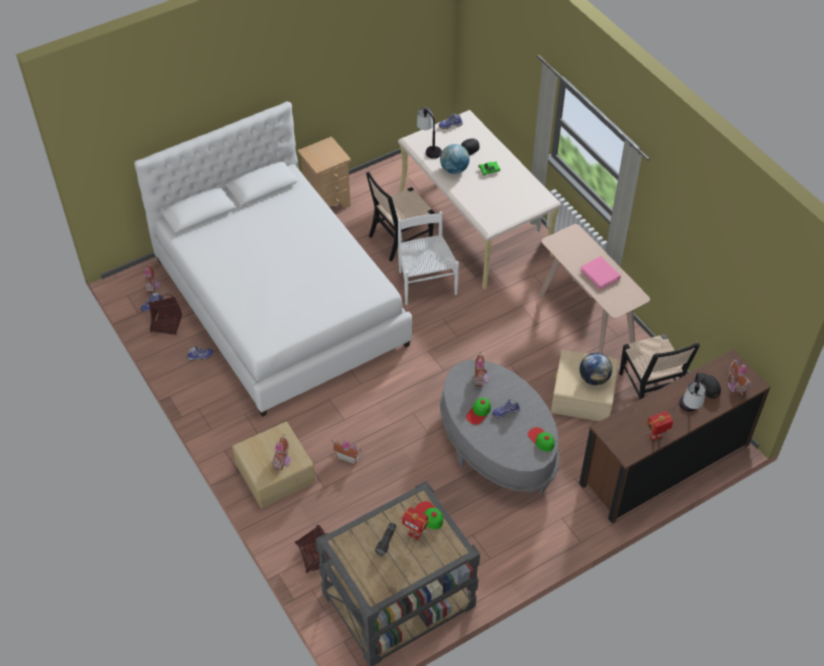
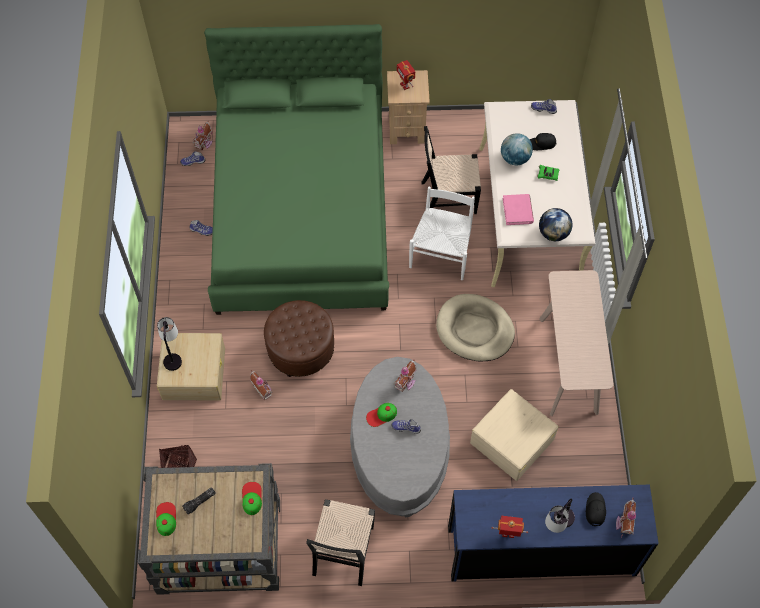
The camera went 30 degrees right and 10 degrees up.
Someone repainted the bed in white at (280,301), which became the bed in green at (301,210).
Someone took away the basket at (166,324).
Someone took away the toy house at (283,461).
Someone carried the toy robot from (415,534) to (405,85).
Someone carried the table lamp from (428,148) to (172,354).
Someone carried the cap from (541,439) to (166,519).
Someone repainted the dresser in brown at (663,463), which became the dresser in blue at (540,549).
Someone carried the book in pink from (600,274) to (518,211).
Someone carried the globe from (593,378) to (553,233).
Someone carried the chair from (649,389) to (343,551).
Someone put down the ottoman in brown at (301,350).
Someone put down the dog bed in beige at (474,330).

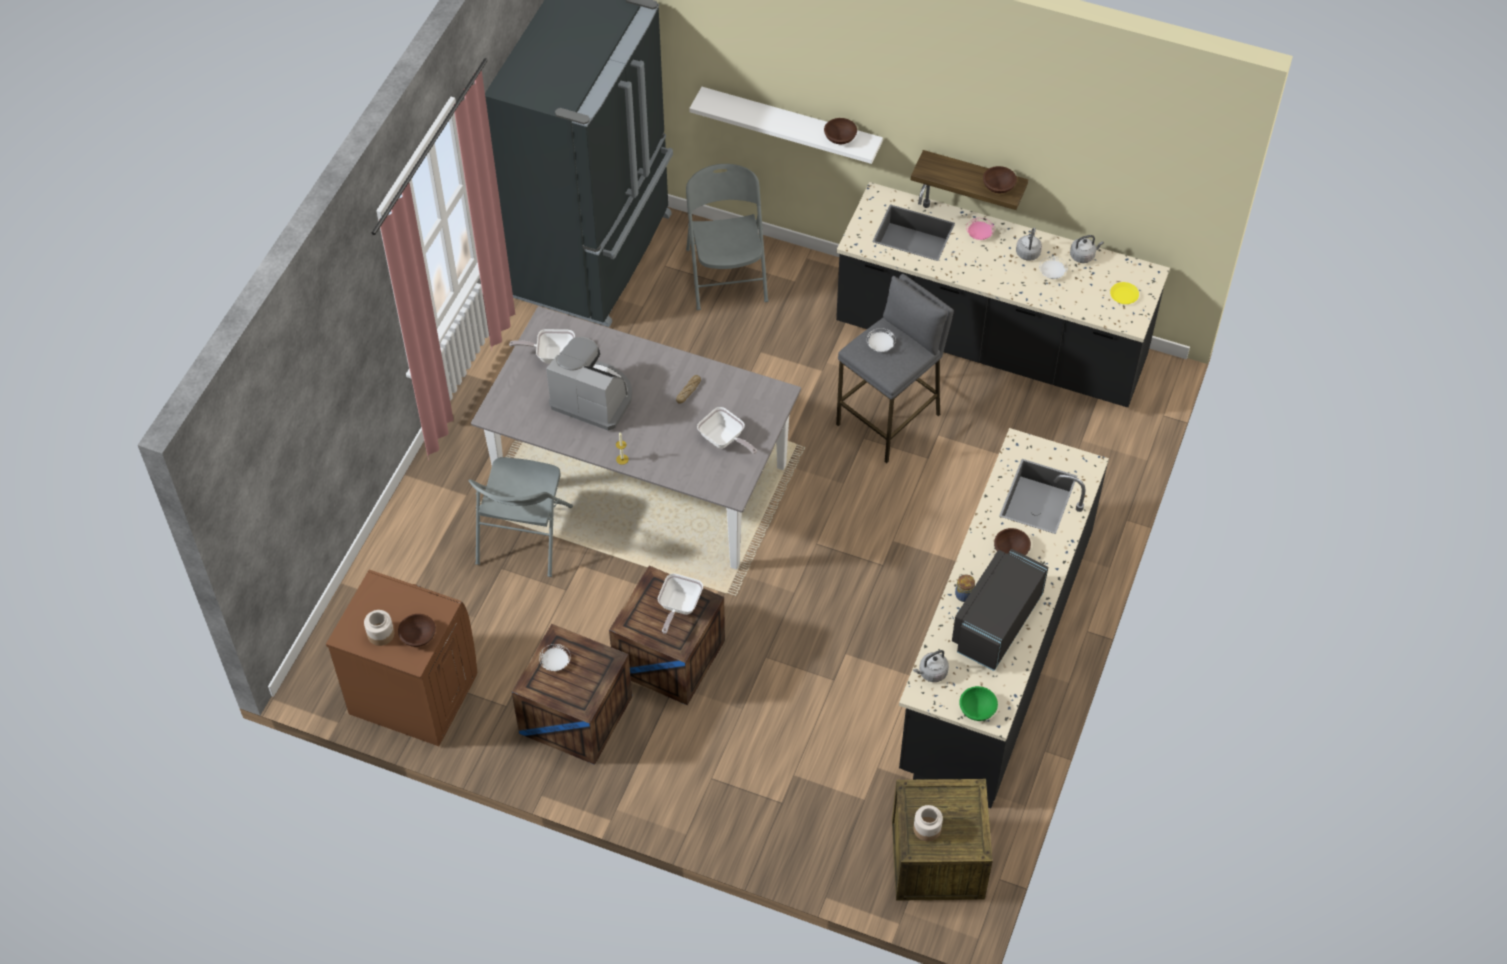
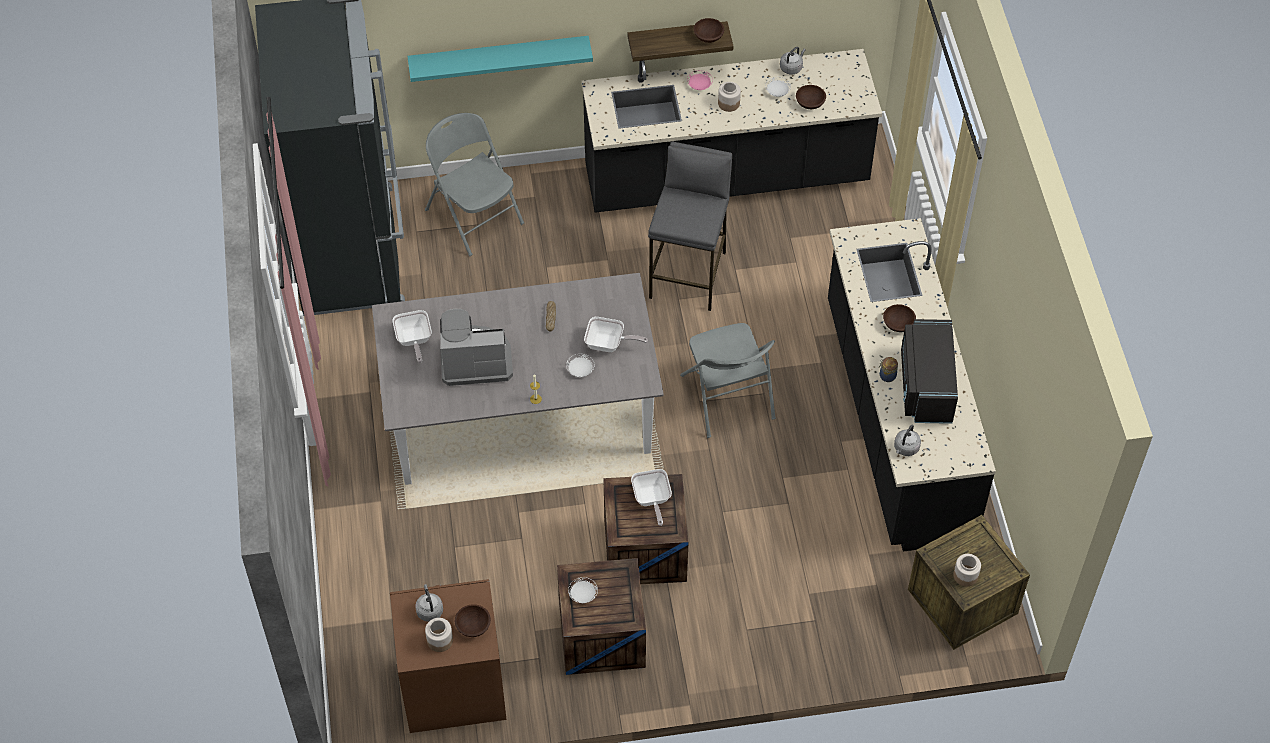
The camera went 30 degrees left and 0 degrees up.
Someone carried the chair in grey from (524,535) to (727,397).
Someone rotated the frying pan at (551,355) by 75 degrees counterclockwise.
Someone repainted the shelf in white at (791,124), which became the shelf in turquoise at (499,57).
Someone carried the bowl in brown from (840,137) to (809,102).
Someone carried the plate in white from (880,345) to (580,370).
Someone took away the bowl in green at (976,709).
Someone carried the kettle in grey from (1028,252) to (429,610).
Someone took away the plate in yellow at (1124,295).
Someone put down the jar at (728,103).

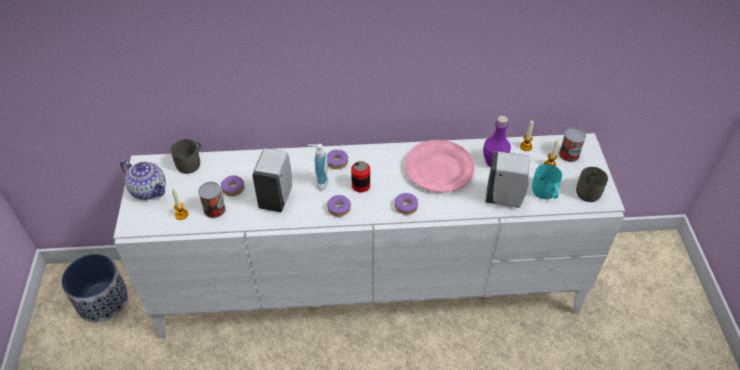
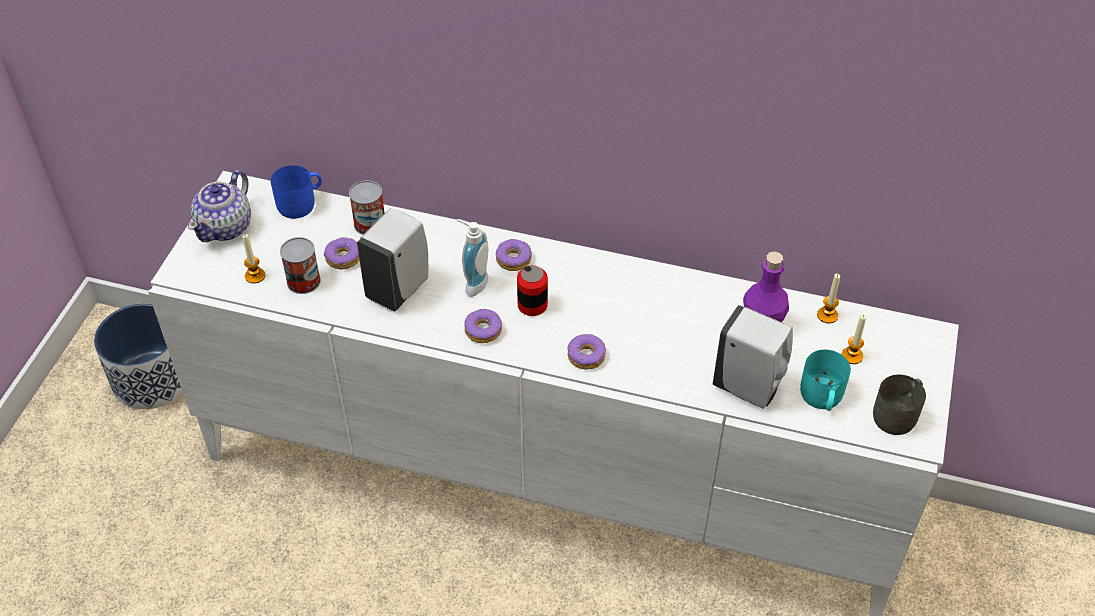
The camera went 20 degrees right and 0 degrees up.
Someone rotated the teapot at (148,189) by 60 degrees clockwise.
Someone repainted the mug in grey at (191,163), which became the mug in blue at (301,203).
Someone took away the plate in pink at (438,169).
Someone carried the can from (569,154) to (370,224).

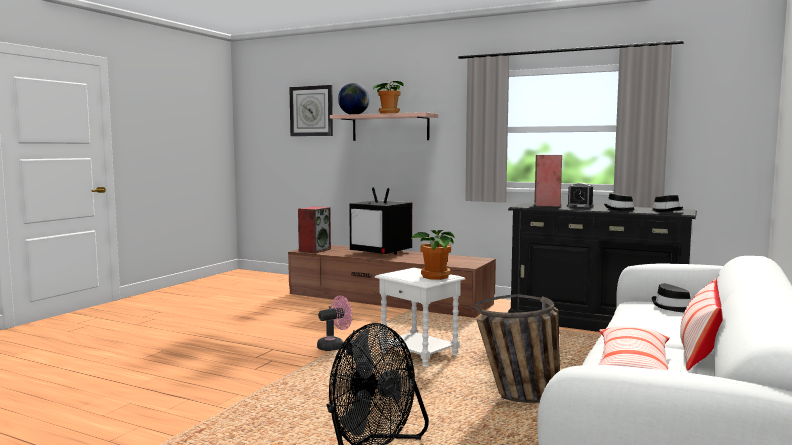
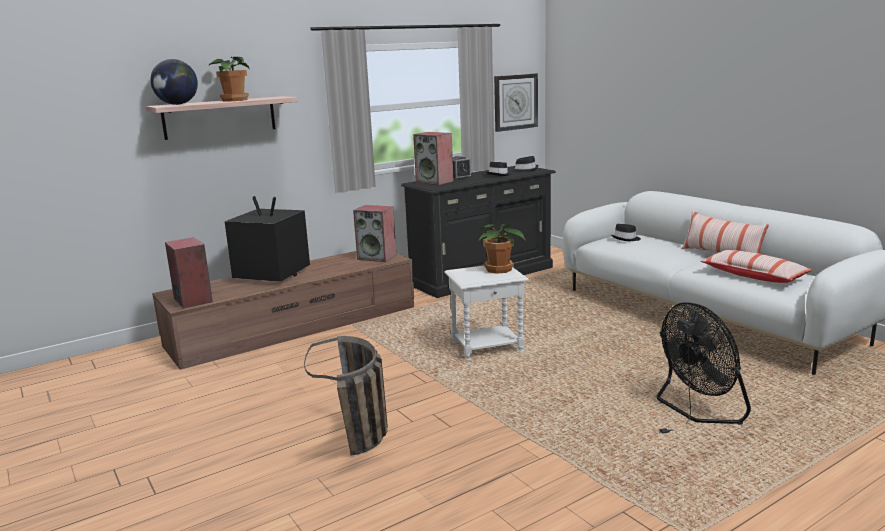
The camera went 60 degrees left and 10 degrees up.
Someone carried the wall clock from (311,111) to (515,102).
Someone took away the fan in pink at (334,346).
Someone rotated the television at (382,252) by 135 degrees counterclockwise.
Someone carried the basket from (521,398) to (361,444).
Someone put down the speaker at (377,257).

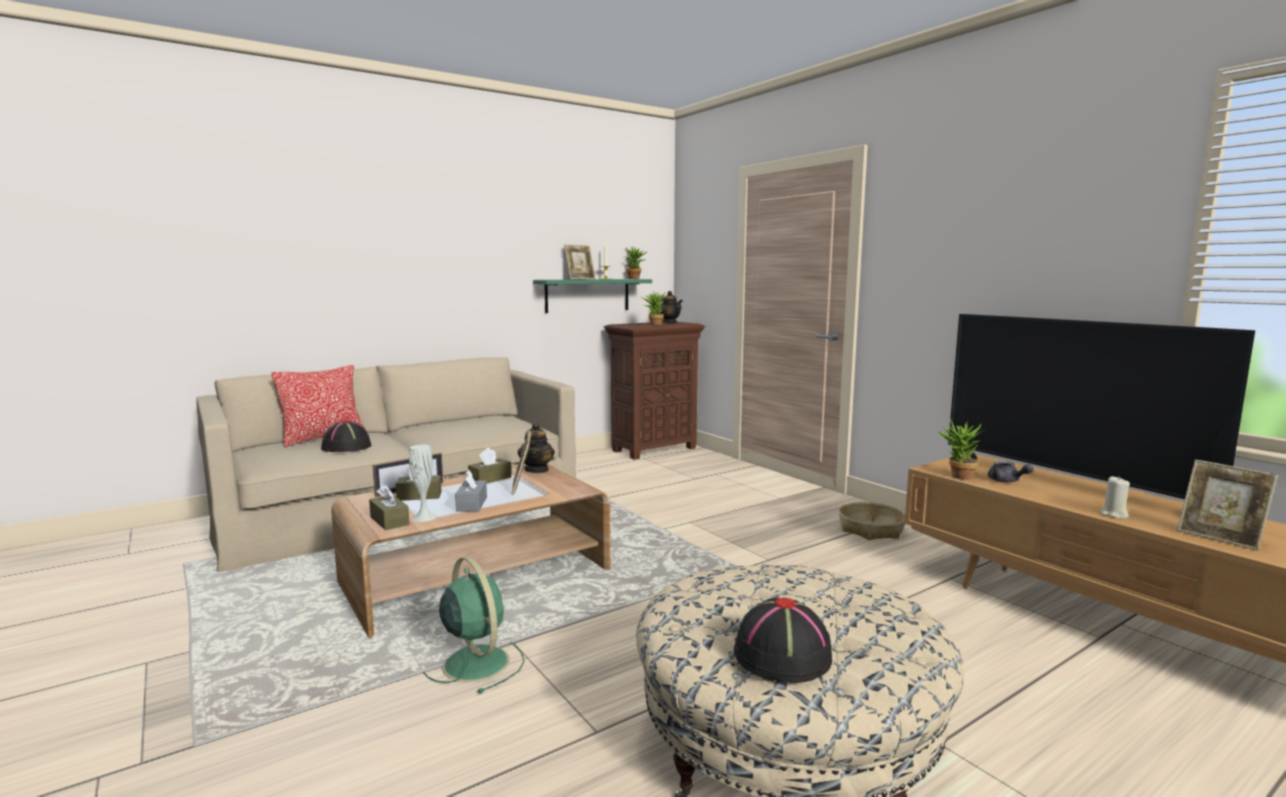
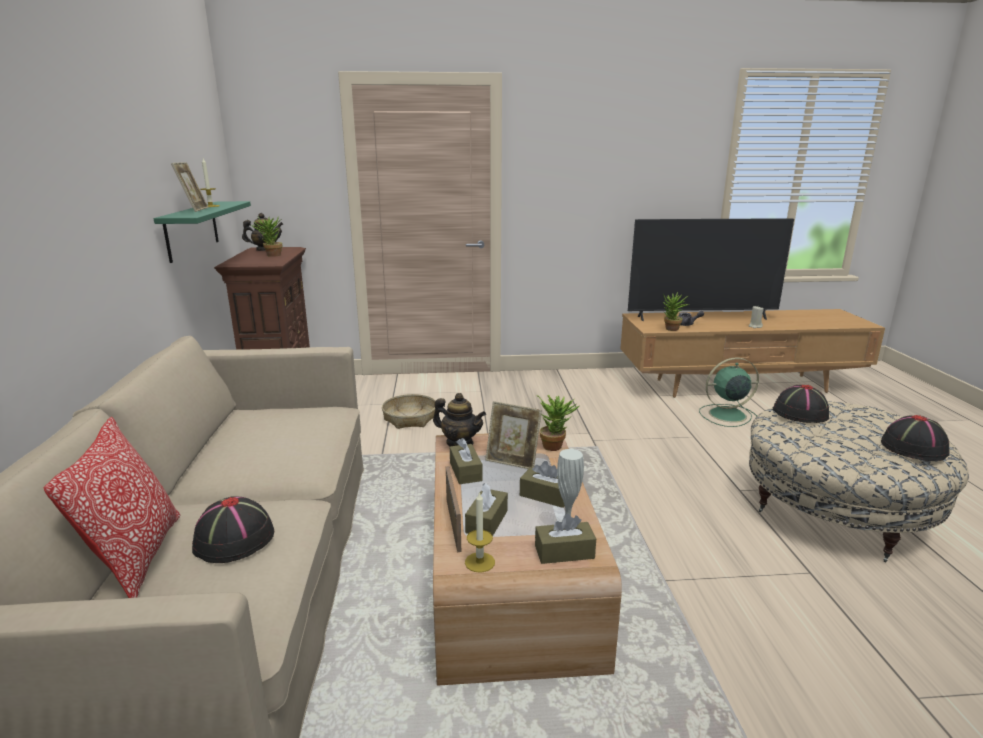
The camera went 60 degrees left and 10 degrees up.
Someone carried the fan in green from (474,662) to (725,415).
Someone repainted the tissue box in grey at (472,504), which became the tissue box in brown at (545,495).
Someone carried the potted plant from (636,278) to (555,445).
Someone carried the basket from (871,529) to (410,418).
Someone took away the picture frame at (1220,538).
Someone put down the candle at (479,562).
Someone put down the hat in black at (799,413).

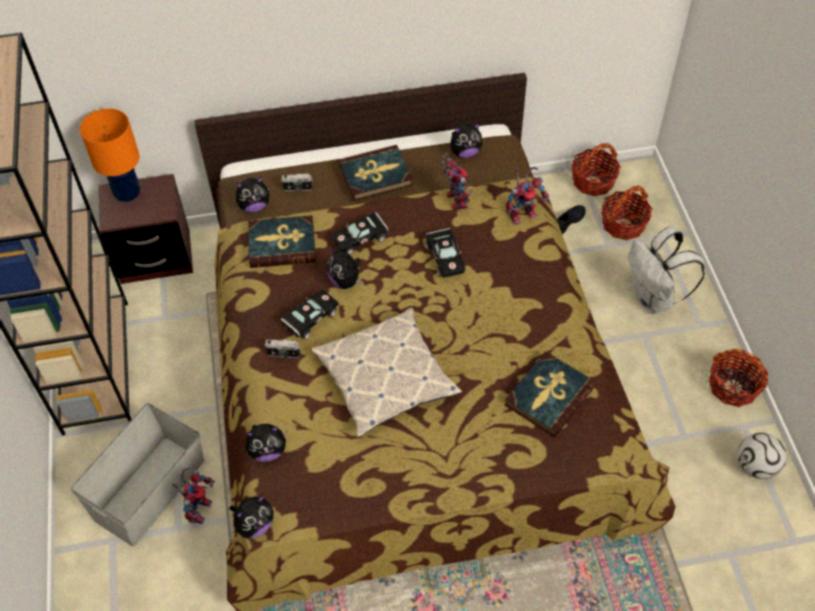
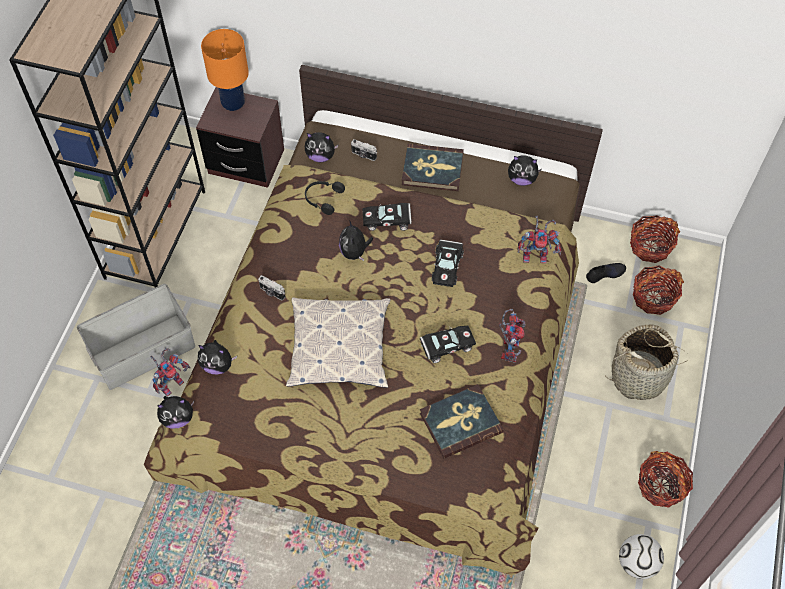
The camera went 25 degrees right and 5 degrees up.
Someone swapped the book at (282,244) for the headphones in black at (323,199).
Someone carried the toy car in black from (309,320) to (445,346).
Someone carried the toy robot from (454,199) to (508,348).
Someone swapped the backpack in white at (654,298) for the basket at (639,376).

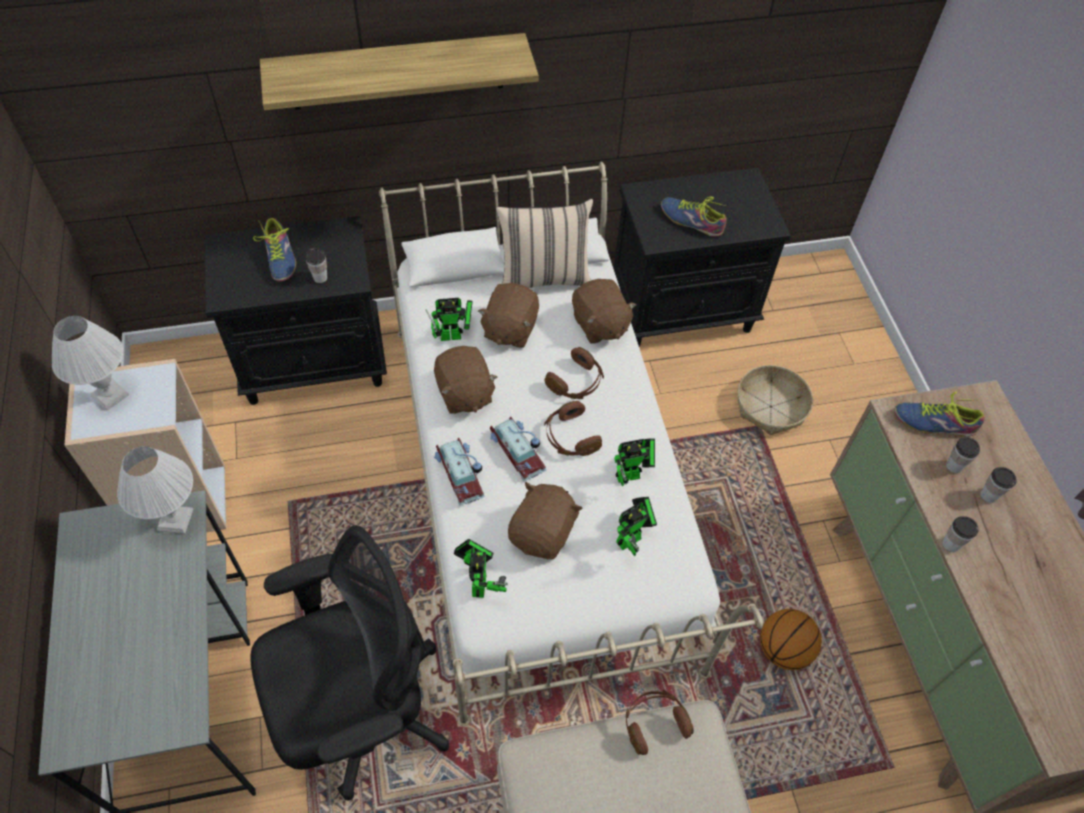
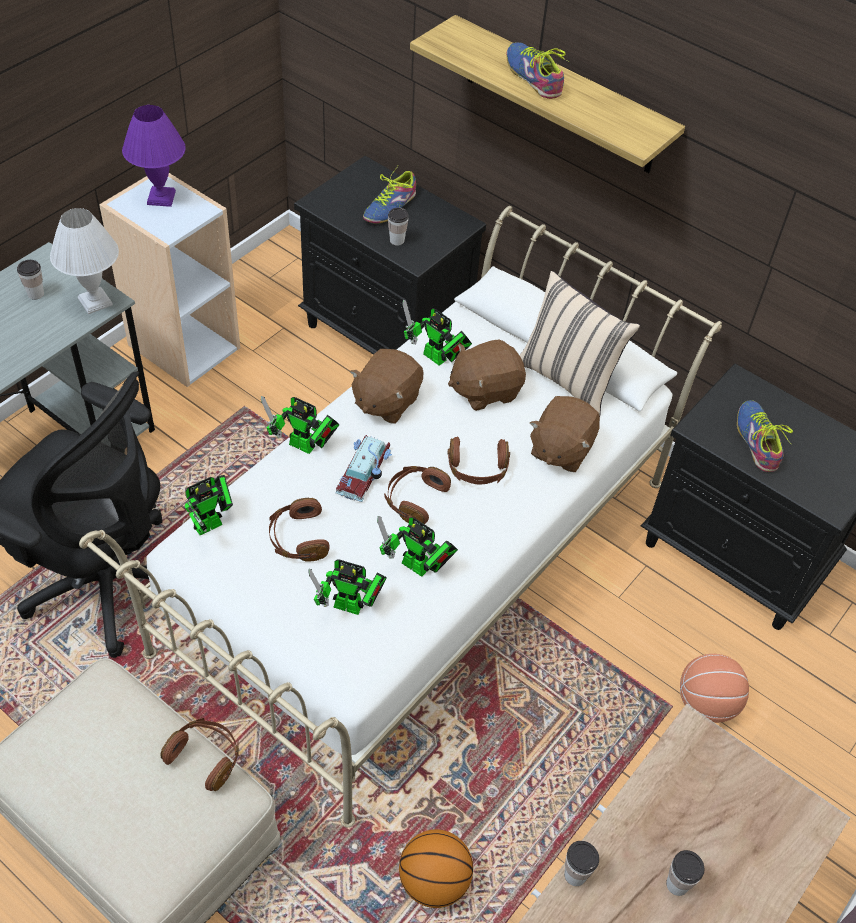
The camera went 50 degrees right and 5 degrees down.
Someone repainted the table lamp in white at (109,396), which became the table lamp in purple at (160,198).
Someone swapped the toy car at (461,472) for the toy robot at (306,447).
Someone swapped the plush toy in brown at (543,533) for the headphones in brown at (298,538).
Someone swapped the basket at (771,406) for the basketball at (706,703).
Someone carried the shoe from (934,423) to (533,77).
Someone carried the cup from (954,466) to (36,294).

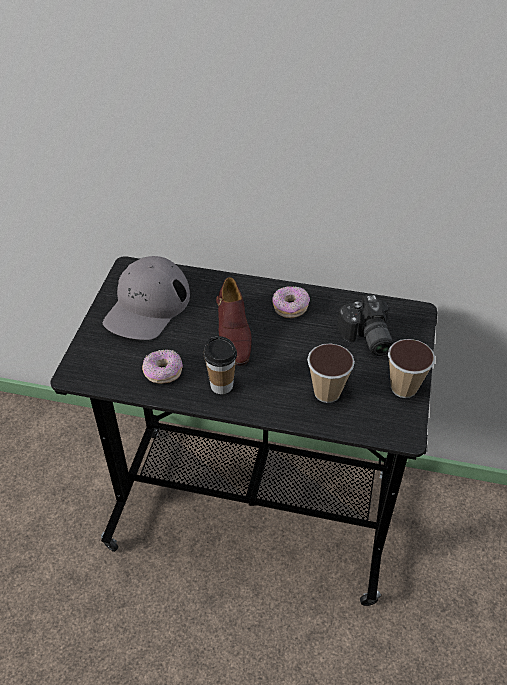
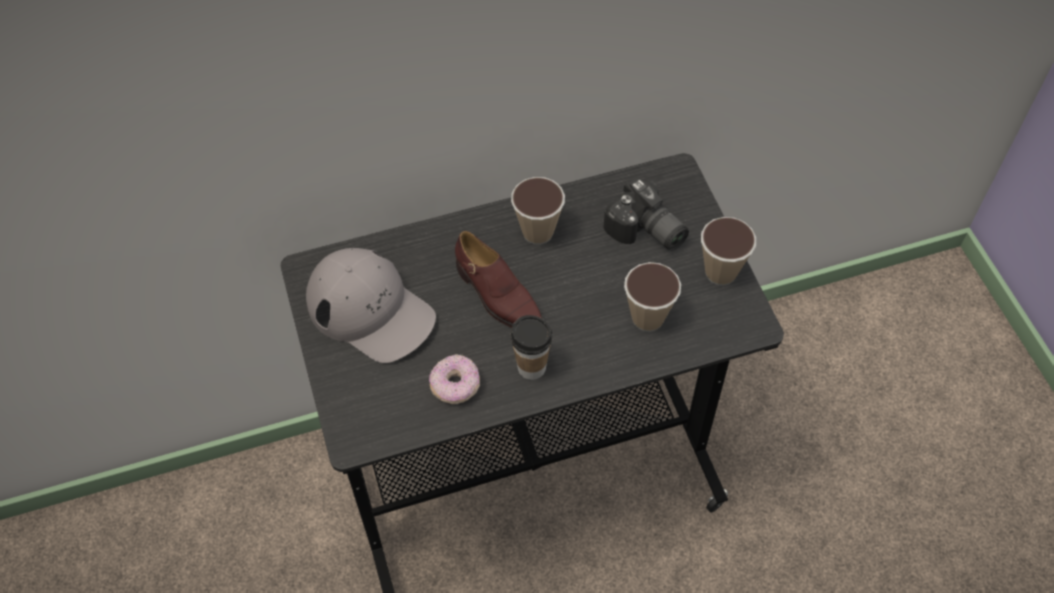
The camera went 30 degrees left and 10 degrees up.
Someone rotated the cap in grey at (147,306) by 45 degrees counterclockwise.
Someone swapped the donut at (290,308) for the cup at (538,232).

